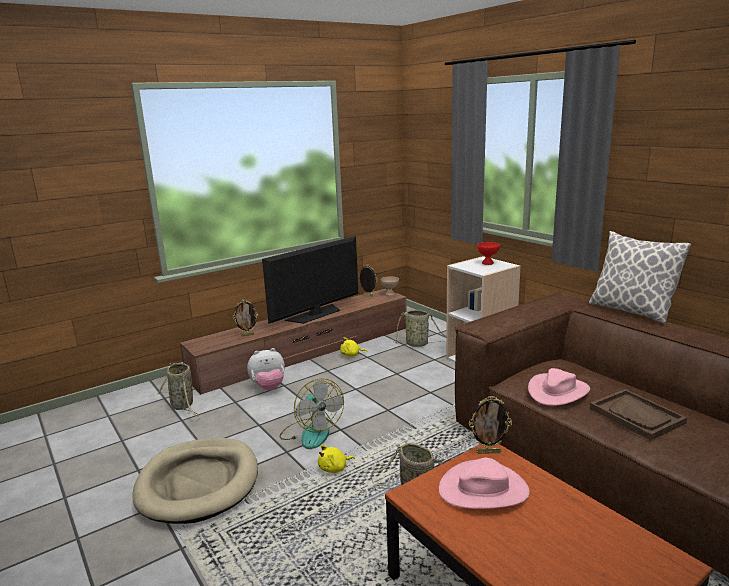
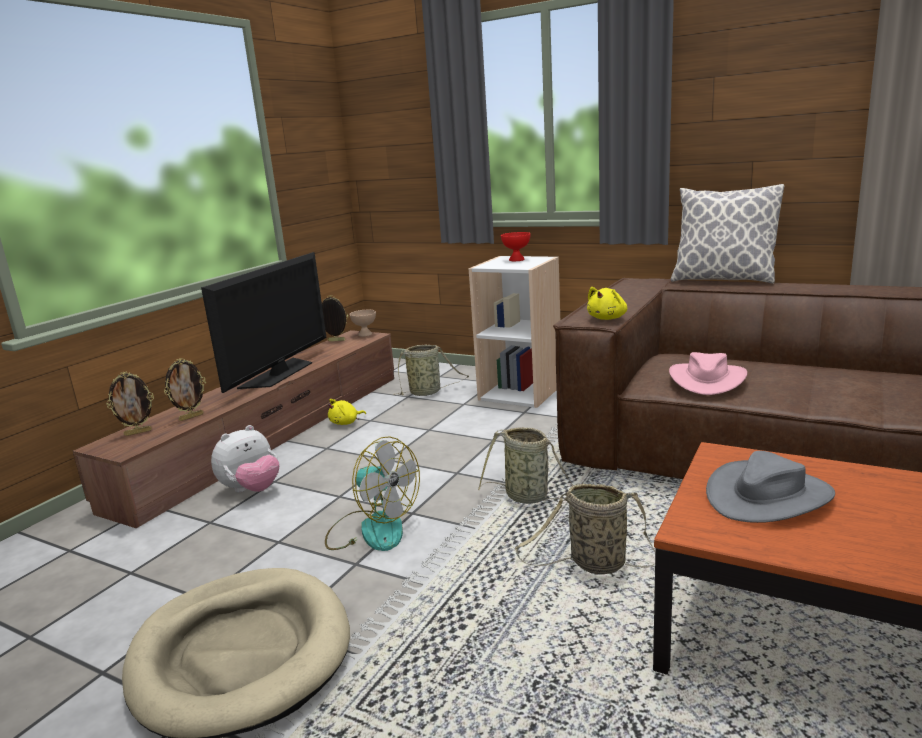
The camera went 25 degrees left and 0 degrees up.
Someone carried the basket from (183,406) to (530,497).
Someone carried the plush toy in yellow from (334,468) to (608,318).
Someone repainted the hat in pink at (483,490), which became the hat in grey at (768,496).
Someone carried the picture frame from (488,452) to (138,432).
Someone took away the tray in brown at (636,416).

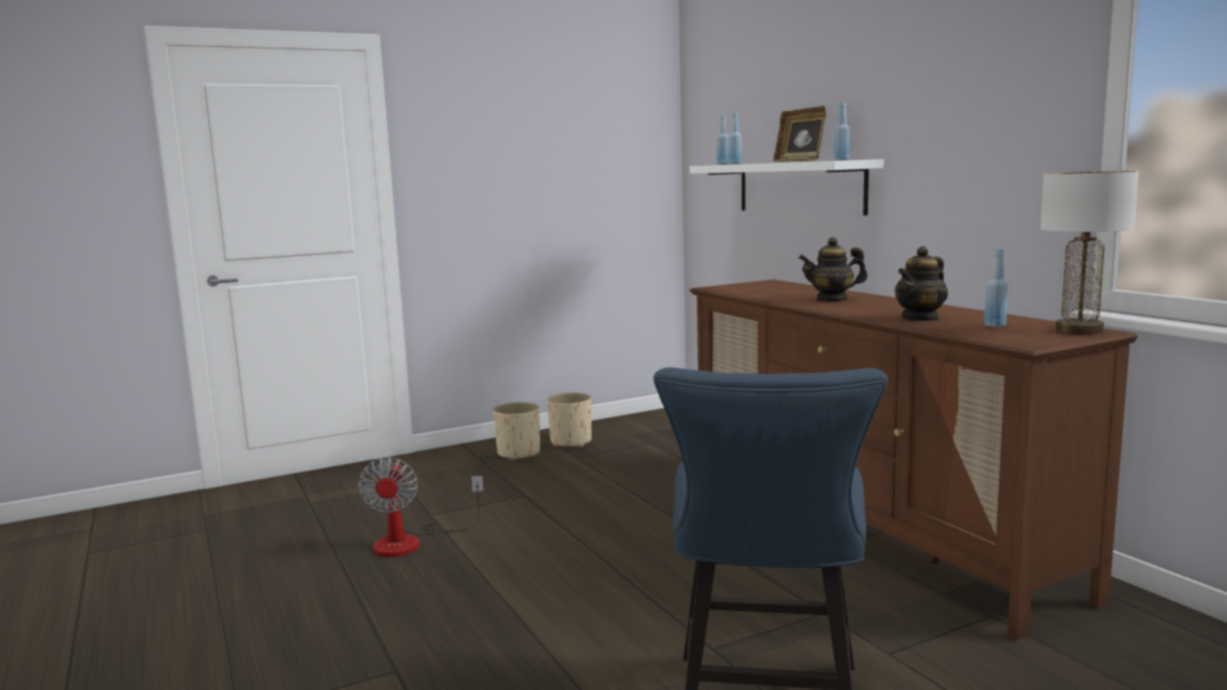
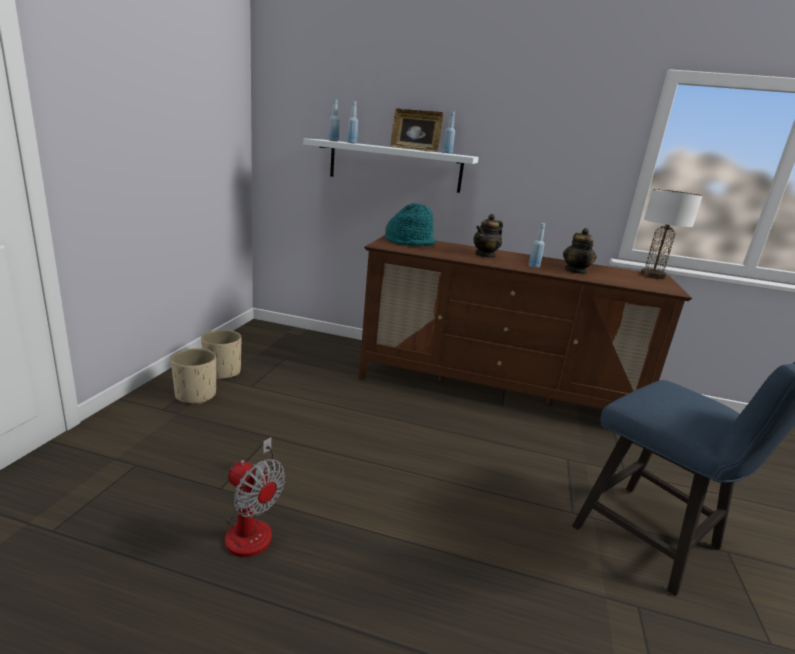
The camera went 50 degrees left and 10 degrees up.
Someone carried the bottle in blue from (994,326) to (534,266).
Someone put down the hat in turquoise at (410,242).

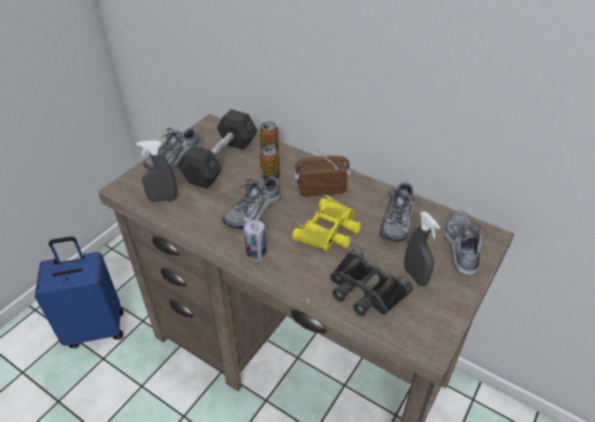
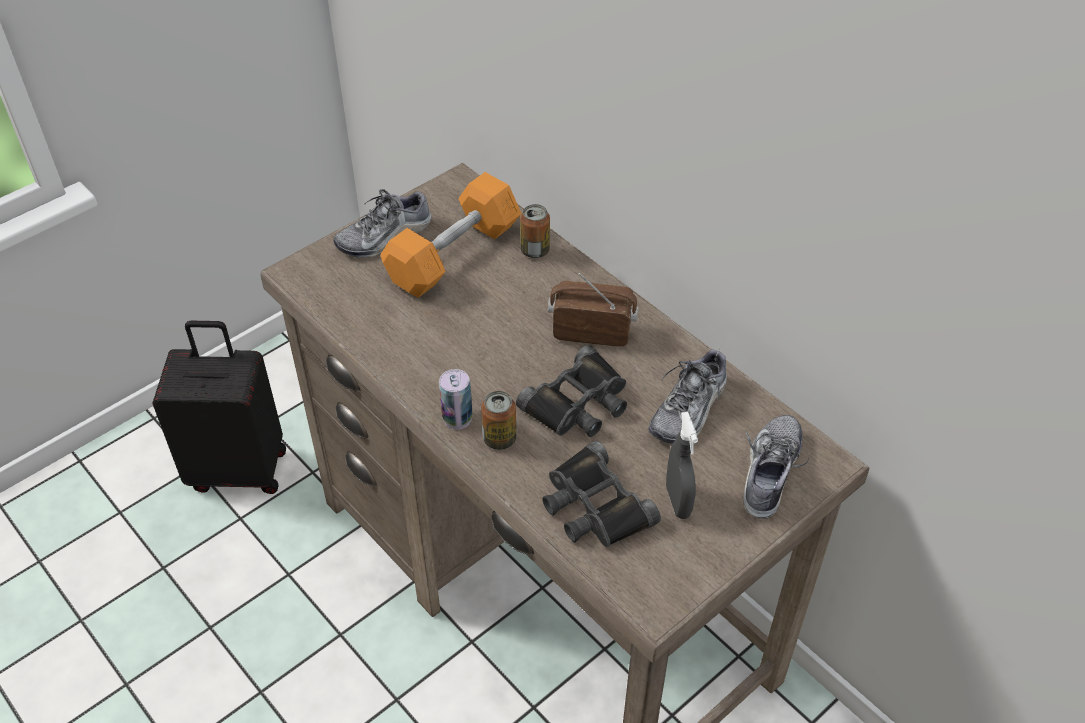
The camera went 15 degrees right and 5 degrees up.
Someone repainted the suitcase in blue at (96,328), which became the suitcase in black at (239,468).
Someone took away the spray bottle in grey at (163,199).
Someone repainted the dumbbell in grey at (221,161), which became the dumbbell in orange at (453,254).
Someone took away the shoe at (253,211).
Someone carried the can from (270,177) to (499,439).
Someone repainted the binoculars in yellow at (329,230), which became the binoculars in black at (579,403).

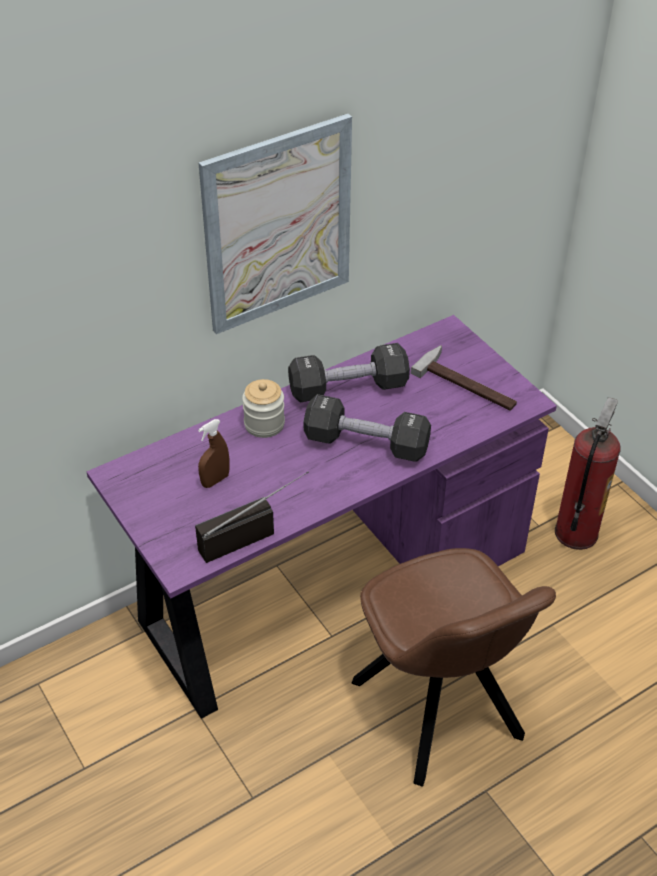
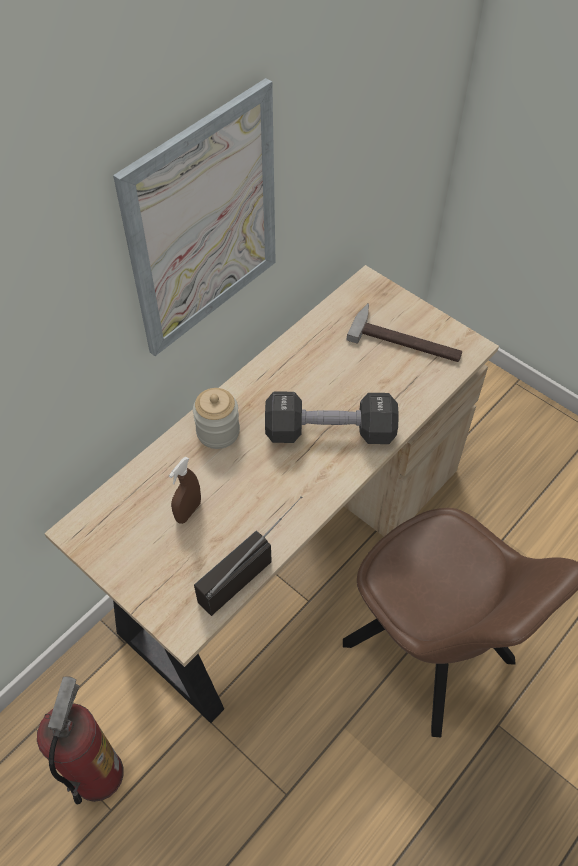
The camera went 15 degrees left and 10 degrees up.
Someone repainted the desk in purple at (326,585), which became the desk in beige at (287,549).
Someone took away the dumbbell in black at (348,388).
Someone carried the fire extinguisher from (575,532) to (97,773).

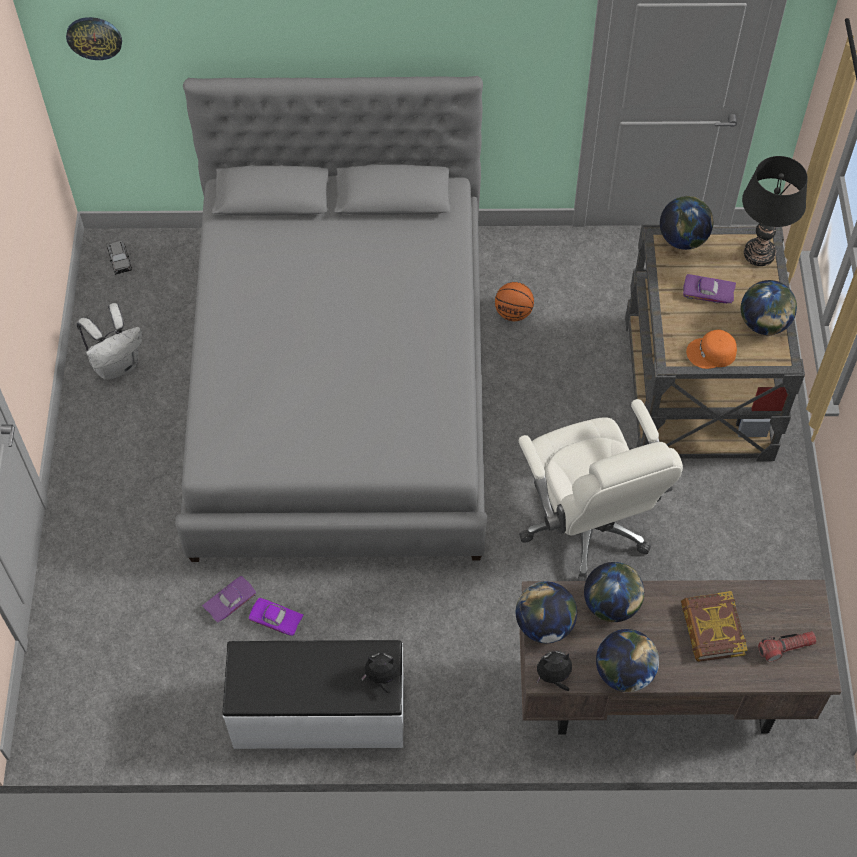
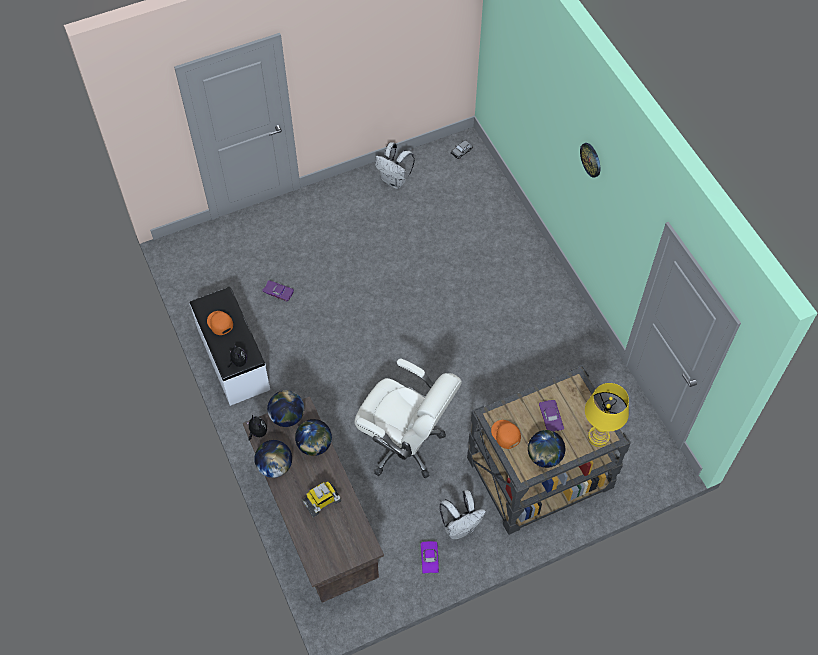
The camera went 65 degrees right and 0 degrees up.
Someone carried the wall clock from (94,37) to (591,159).
Someone took away the bed in grey at (341,386).
Someone carried the toy car in purple from (275,621) to (428,559).
Someone took away the basketball at (513,313).
Someone rotated the office chair in white at (586,530) by 105 degrees counterclockwise.
Someone took away the globe at (683,239).
Someone swapped the book at (712,629) for the toy robot at (322,503).
Someone repainted the table lamp in black at (759,254), which became the table lamp in yellow at (598,437).
Someone took away the flashlight at (785,648).
Someone put down the cap in orange at (219,323).
Someone put down the backpack in white at (460,527).

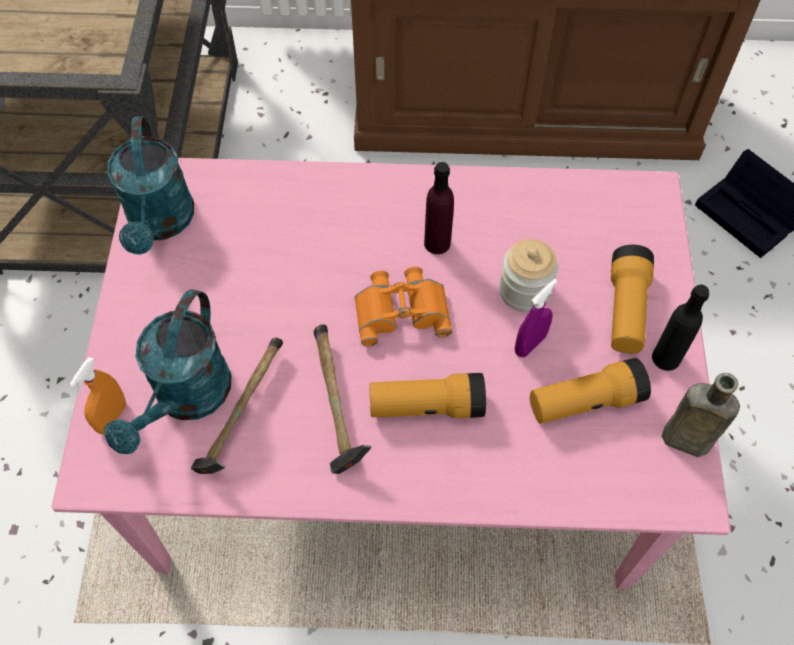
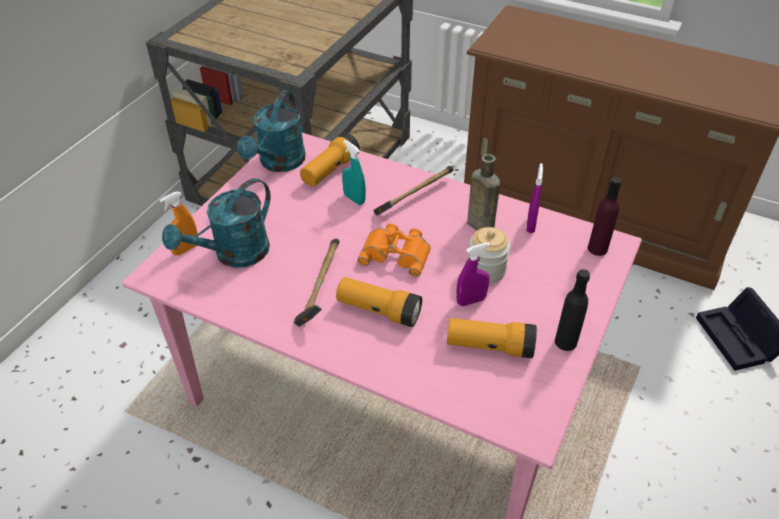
The camera went 25 degrees right and 15 degrees down.
Someone carried the hammer from (241,416) to (413,199).
Someone carried the bottle in purple from (437,243) to (597,248).
Someone carried the flashlight from (626,309) to (330,170).
Someone carried the bottle in brown from (682,439) to (478,224).
Someone put down the spray bottle in turquoise at (354,199).
Someone put down the spray bottle in purple at (531,225).

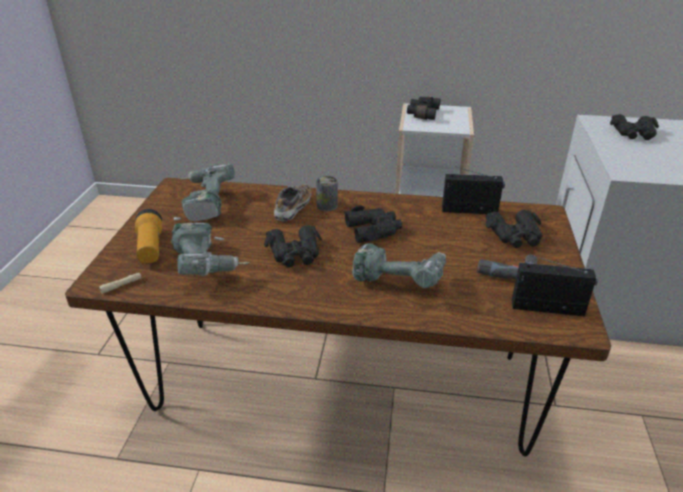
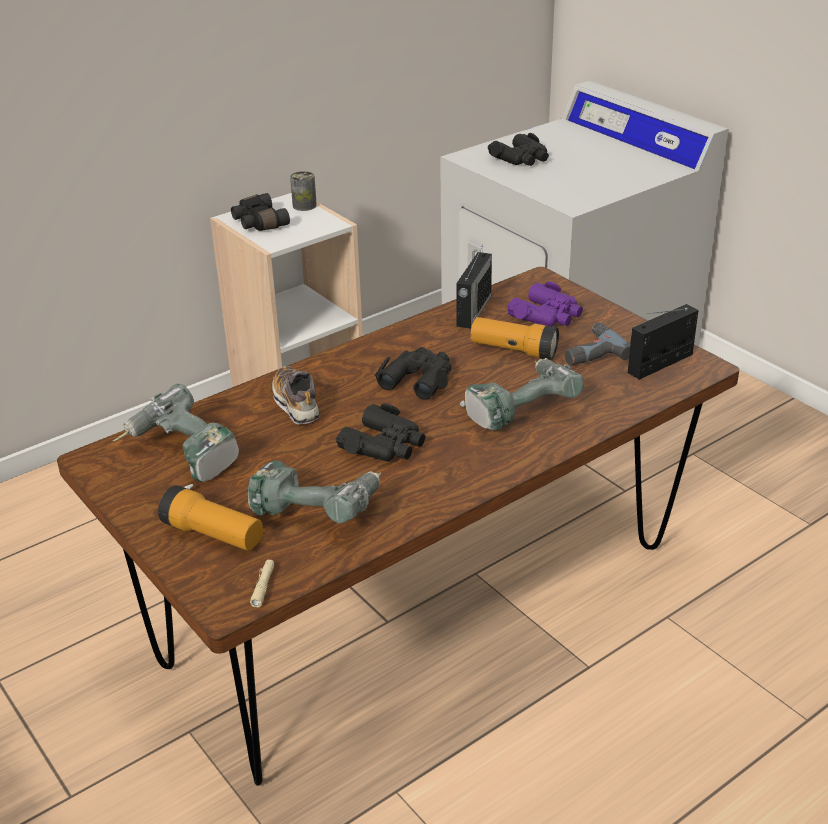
The camera went 45 degrees left and 0 degrees up.
Someone carried the can from (327,205) to (304,205).
Someone rotated the radio at (470,210) by 150 degrees clockwise.
Someone repainted the binoculars in black at (515,236), which became the binoculars in purple at (547,315).
Someone put down the flashlight at (514,350).

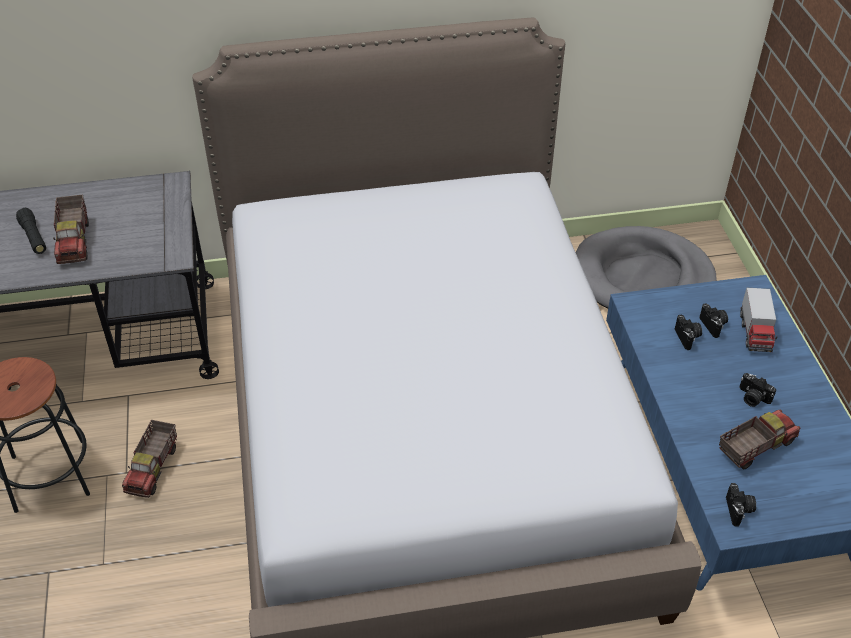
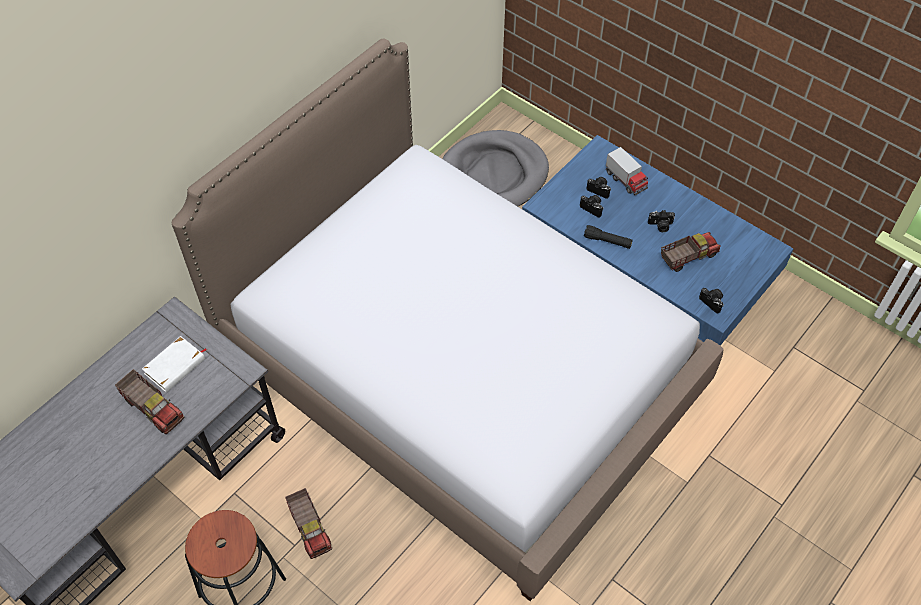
The camera went 40 degrees left and 10 degrees up.
Someone carried the flashlight in black from (34,237) to (607,241).
Someone rotated the toy truck at (754,447) by 45 degrees clockwise.
Someone put down the book in white at (175,366).

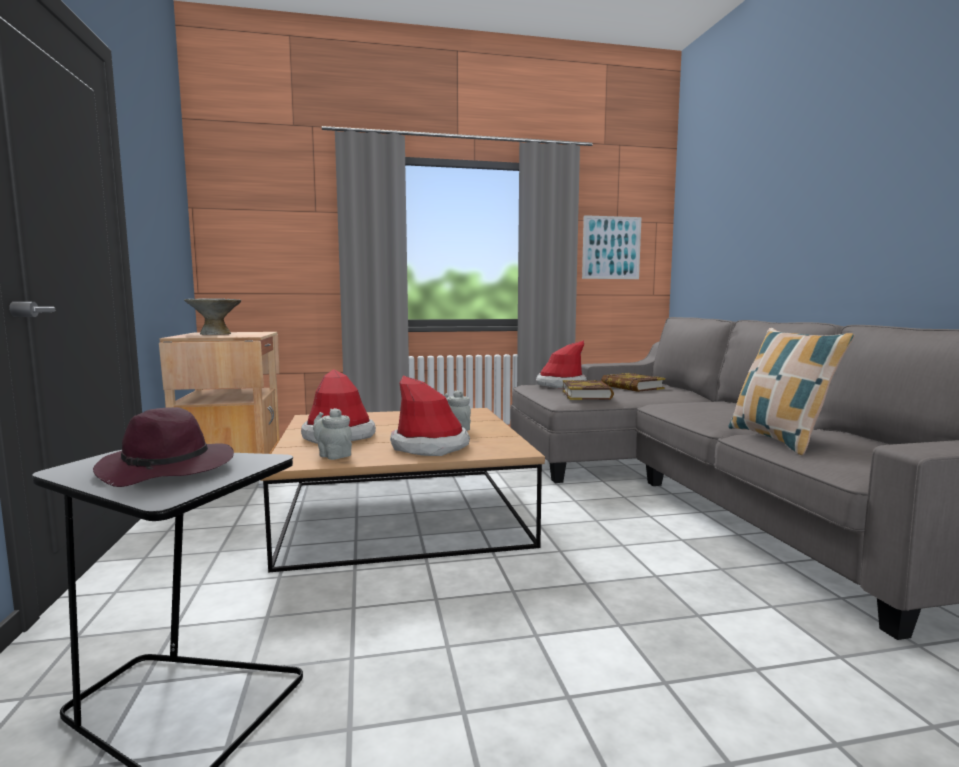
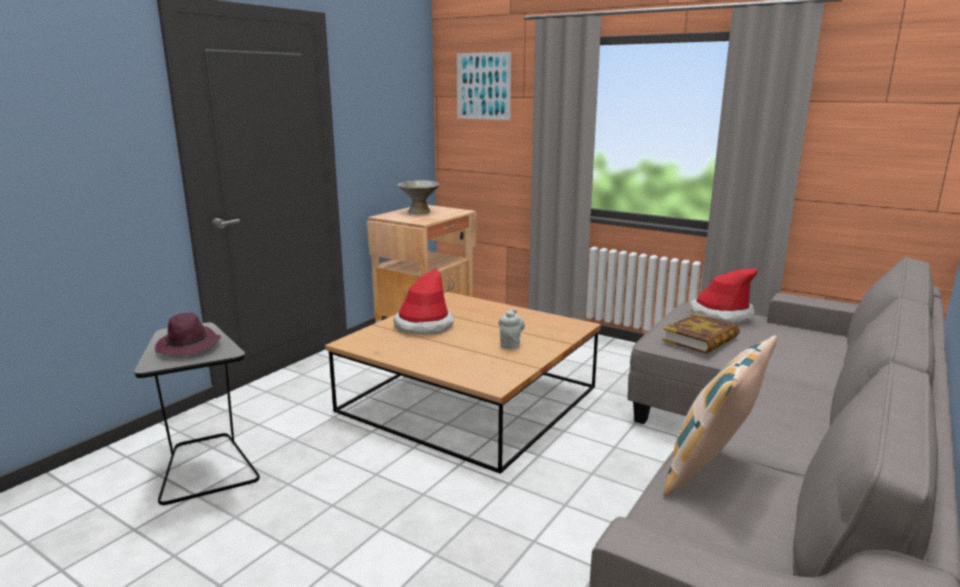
The camera went 45 degrees right and 10 degrees up.
Someone took away the teapot in grey at (333,455).
Someone took away the hat at (430,447).
Someone carried the picture from (611,247) to (483,86).
Someone took away the book at (631,387).

